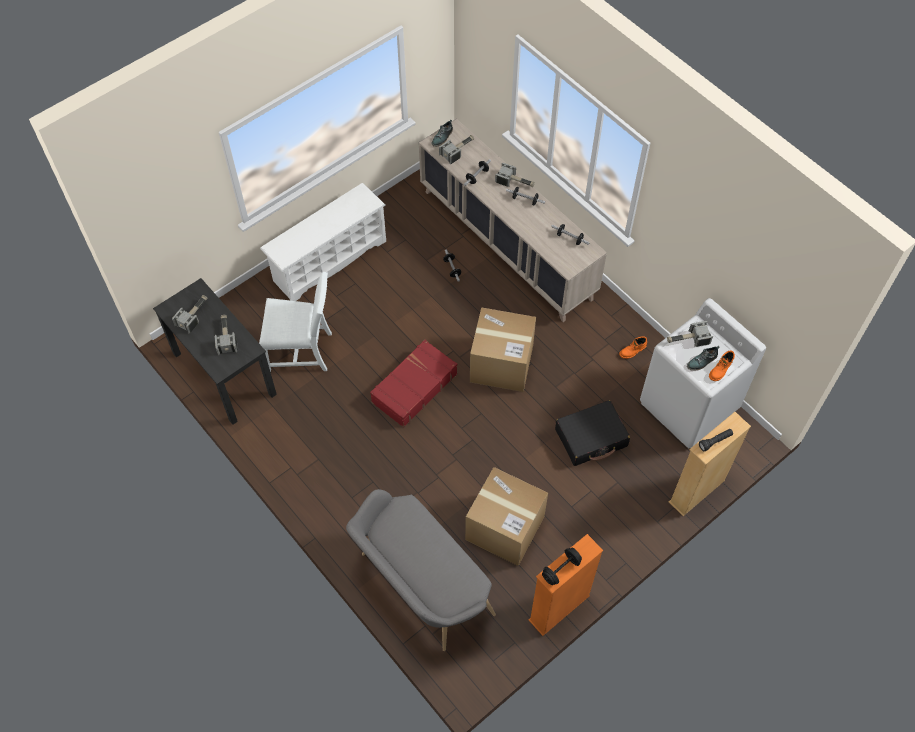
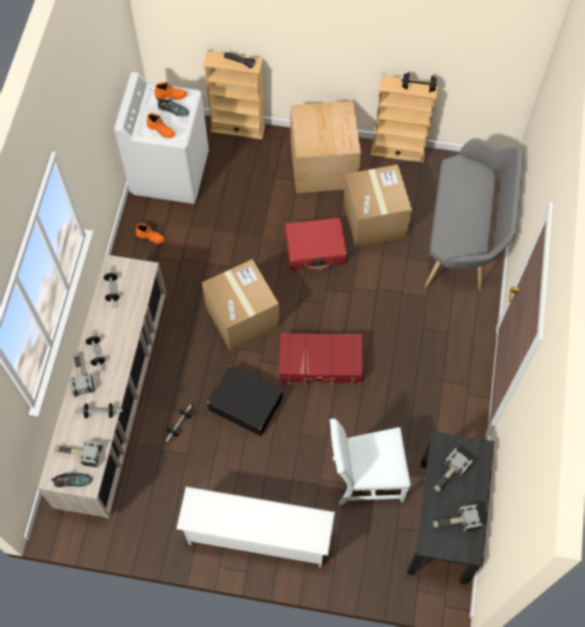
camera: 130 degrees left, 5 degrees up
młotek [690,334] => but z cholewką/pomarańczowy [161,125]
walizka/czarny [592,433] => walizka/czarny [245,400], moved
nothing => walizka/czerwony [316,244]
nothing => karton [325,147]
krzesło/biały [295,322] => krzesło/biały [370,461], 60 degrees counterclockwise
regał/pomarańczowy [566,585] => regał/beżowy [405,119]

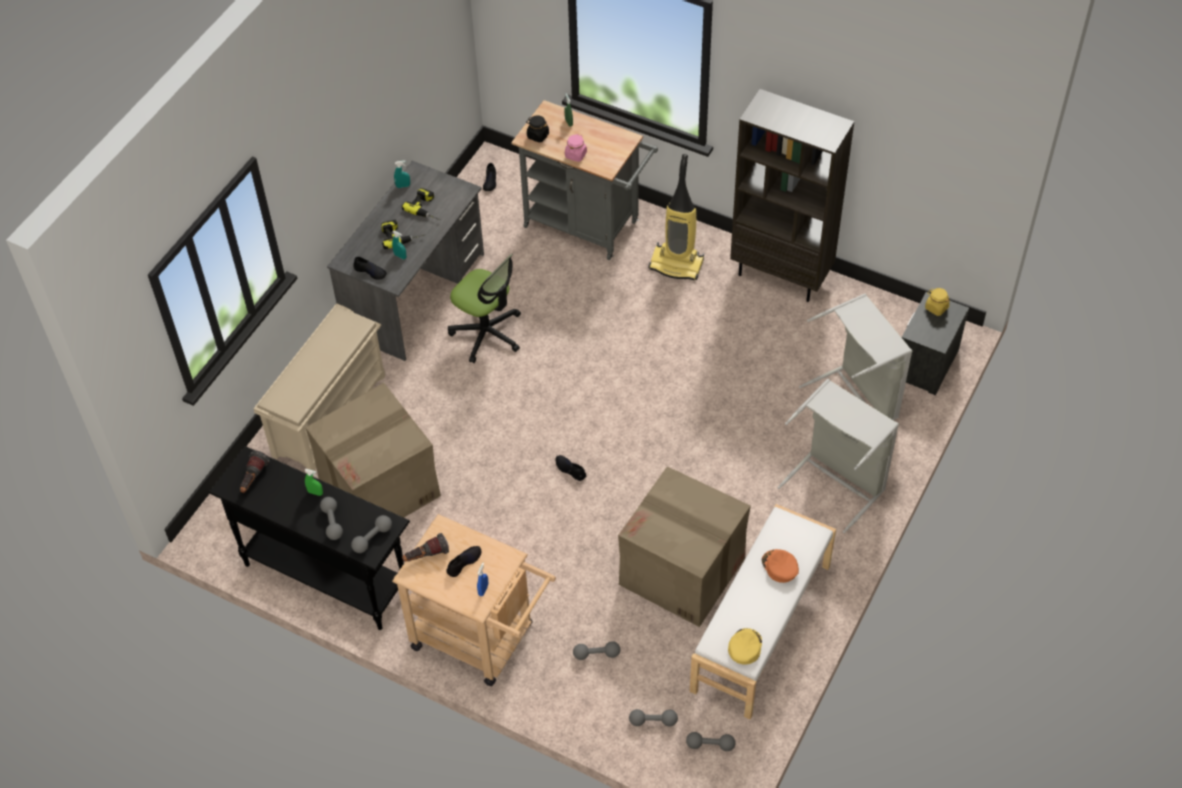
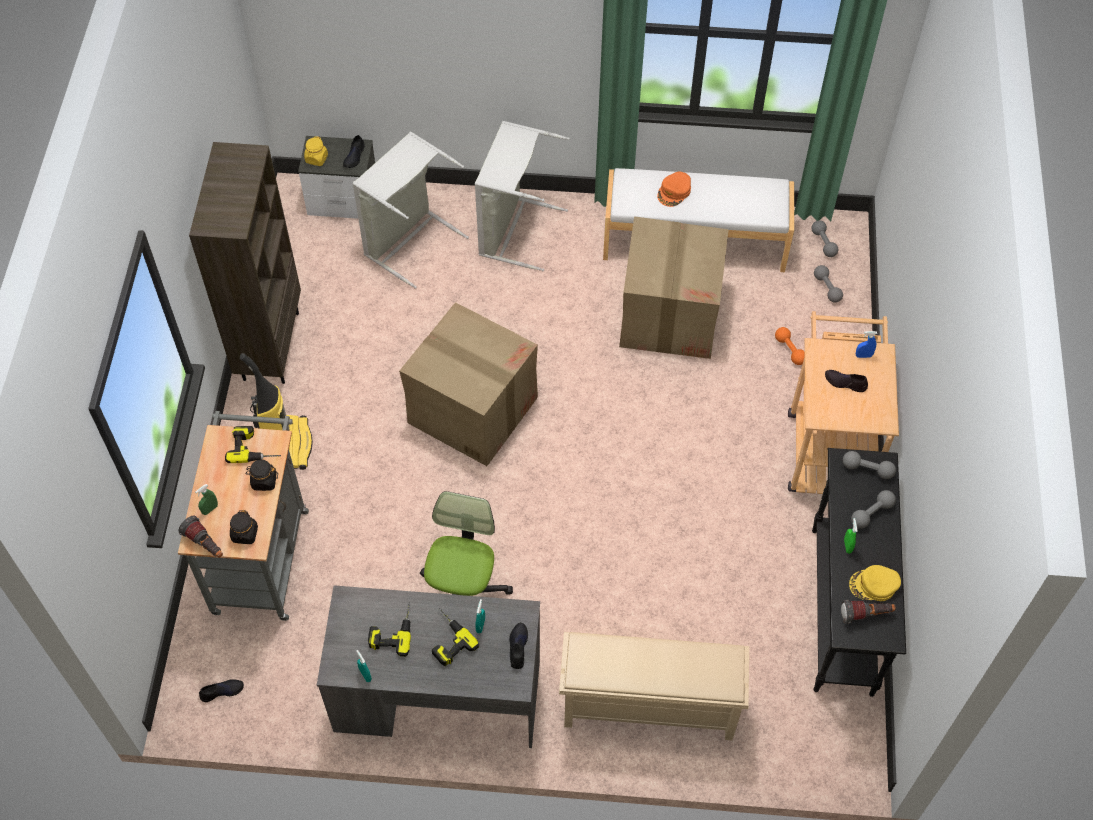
camera: 115 degrees left, 5 degrees up
latarka [425,547] => latarka [200,537], moved
nothing => wiertarka [253,444]
słoik/różowy [576,148] => słoik/czarny [261,475]
but/czarny [571,468] => but/czarny [353,151], moved
karton [373,450] => karton [468,384], moved
hantel/szary [596,650] => hantel/pomarańczowy [789,346]
czapka z daszkiem/żółty [745,646] => czapka z daszkiem/żółty [875,583], moved

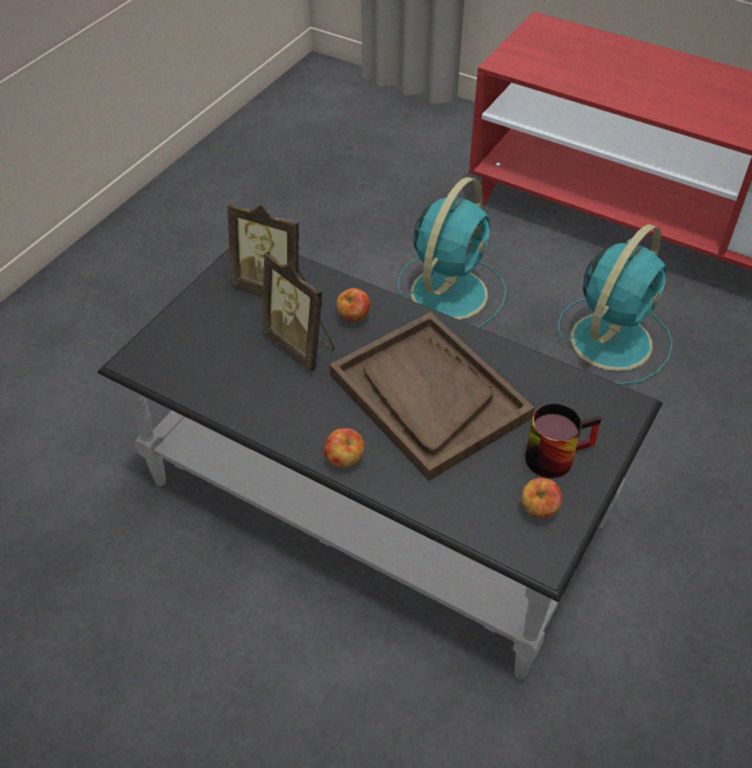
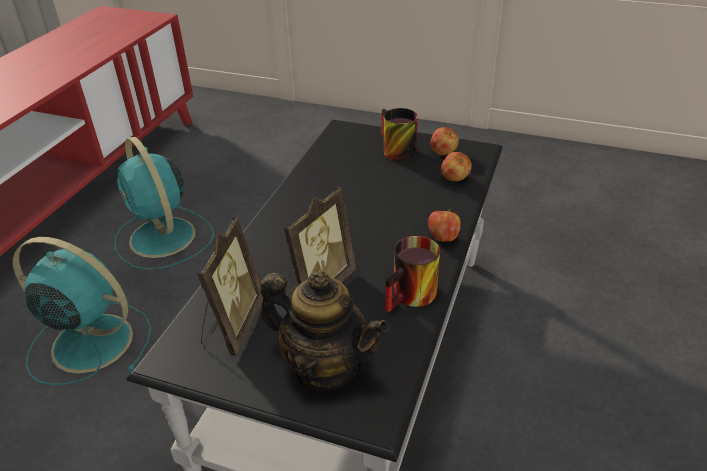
camera: 100 degrees left, 10 degrees down
wentylator/turkusowy [615,304] => wentylator/turkusowy [164,203], 150 degrees counterclockwise
nothing => imbryk [325,330]
nothing => kubek [412,274]
jabłko [353,305] => jabłko [456,166], moved
taca/brązowy [432,396] => nothing

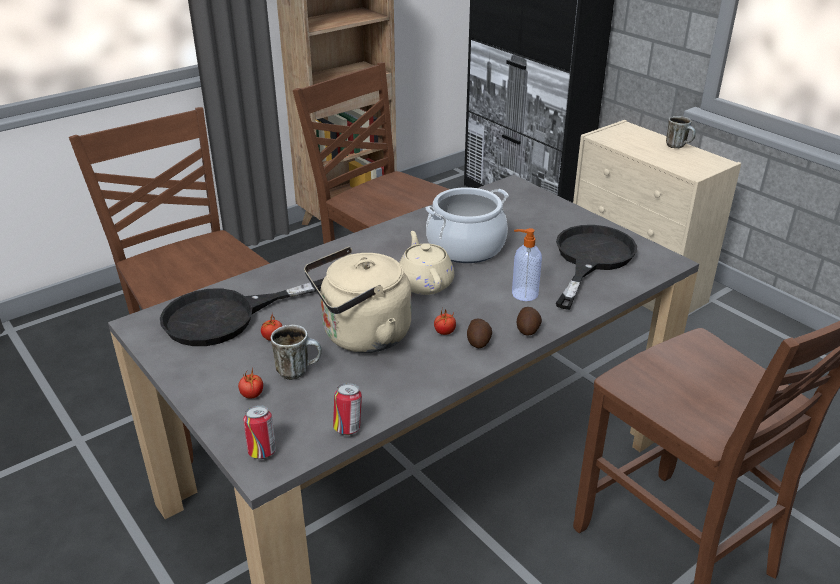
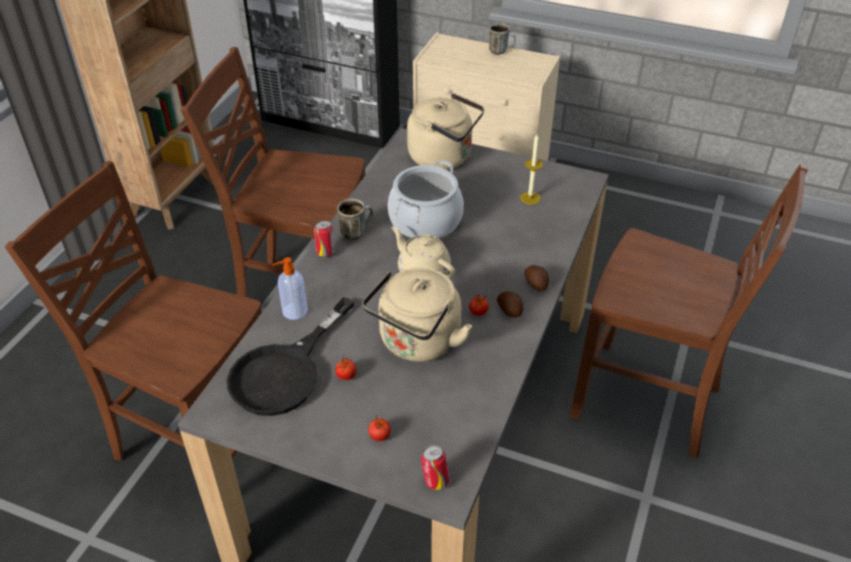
camera: 30 degrees left, 10 degrees up
dozownik mydła [527,264] => dozownik mydła [290,288], moved
puszka [347,409] => puszka [324,239], moved
kubek [296,352] => kubek [355,219], moved
nothing => czajnik/beżowy [445,131]
patelnia/czarny [596,267] => świeca [531,169]

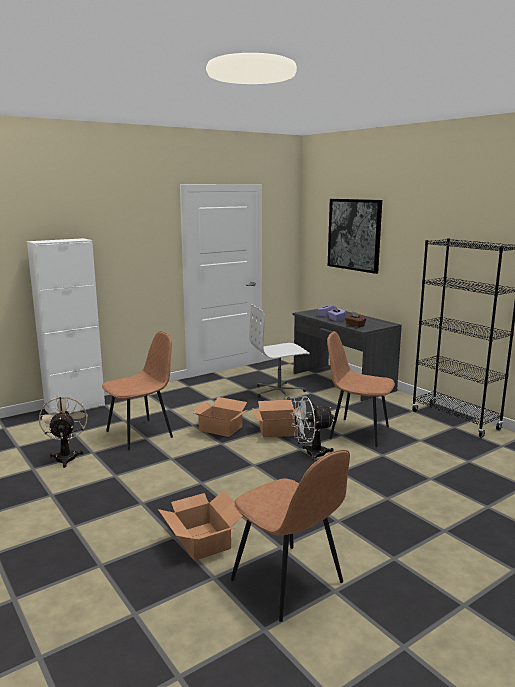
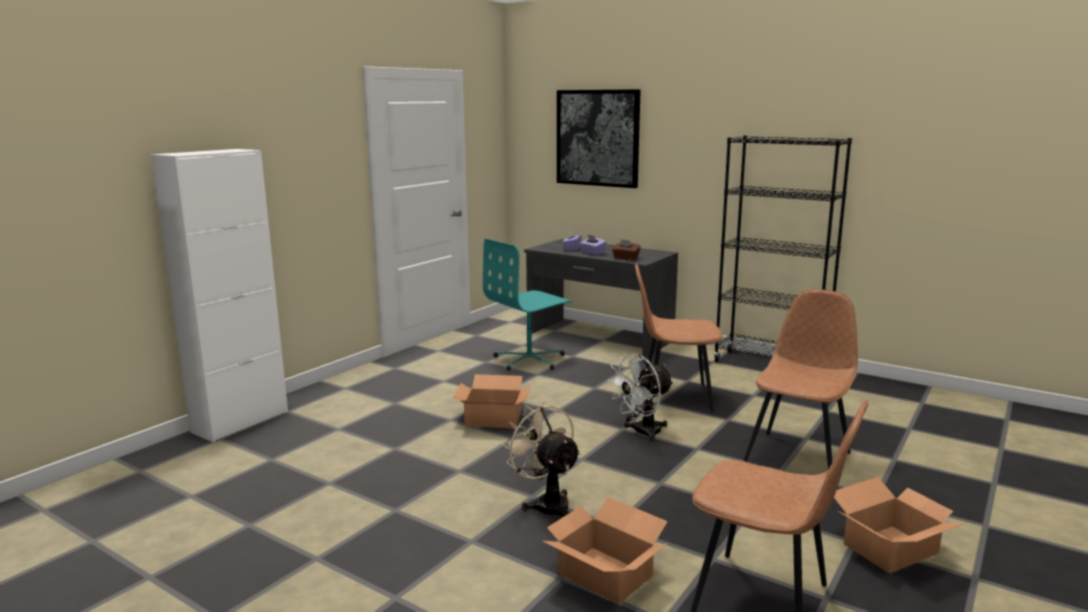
camera: 20 degrees left, 0 degrees up
krzesło biurowe/biały [279,352] => krzesło biurowe/turkusowy [527,305]
wentylator/beżowy [63,431] => wentylator/beżowy [541,459], moved
krzesło/brązowy [137,390] => krzesło/brązowy [801,379], moved
karton [278,419] => karton [900,525], moved

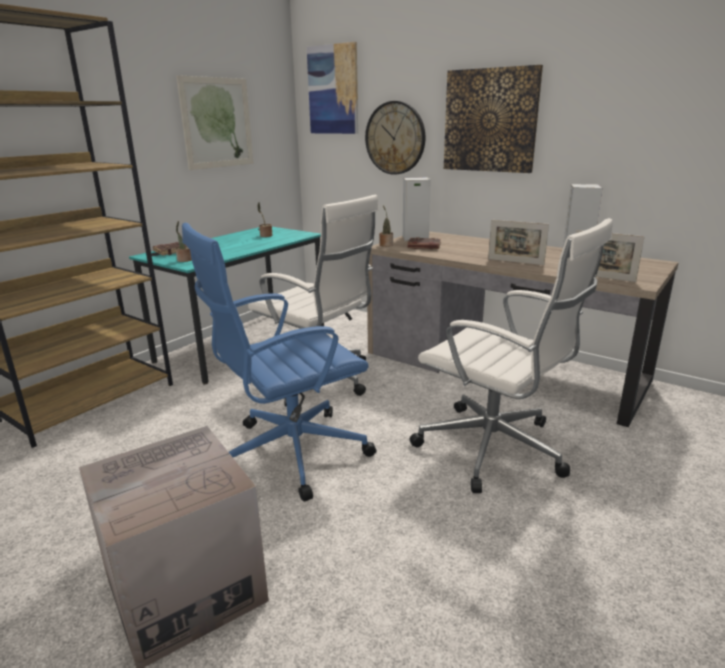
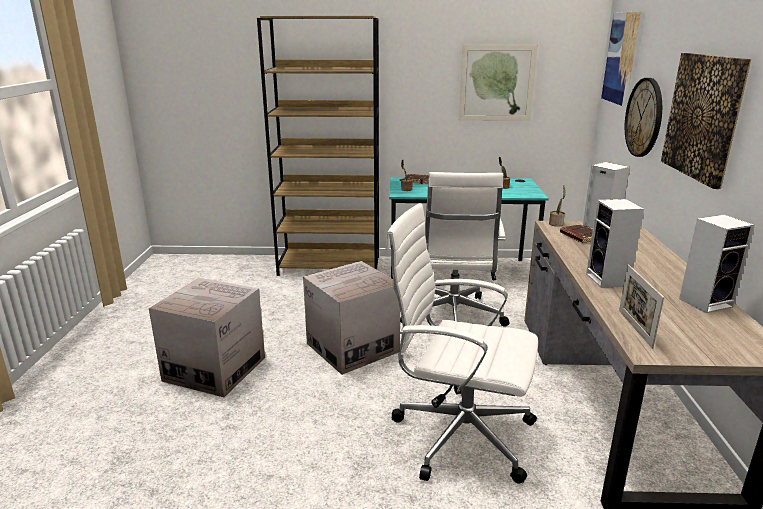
camera: 55 degrees right, 0 degrees up
krzesło biurowe/niebieski [279,362] => karton [351,318]
krzesło biurowe/biały [511,355] => krzesło biurowe/biały [461,343], 105 degrees clockwise
ramka na zdjęcie [518,242] => głośnik [615,243]

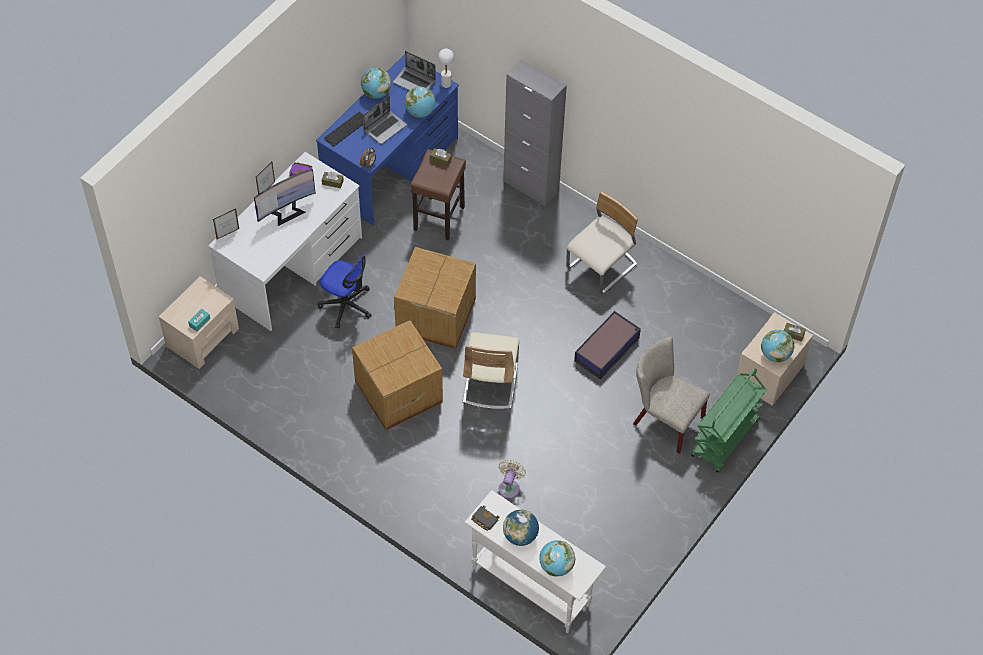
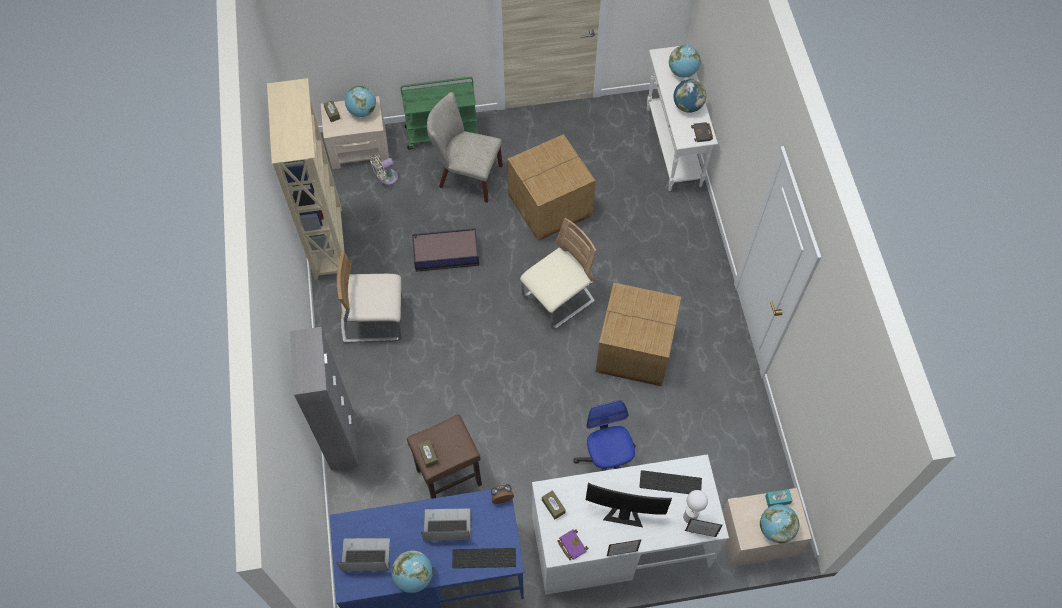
camera: 135 degrees left, 5 degrees up
nothing => regał/beżowy [306,179]
laptop [414,70] => laptop [363,554], 75 degrees counterclockwise
wentylator/beżowy [512,479] => wentylator/beżowy [384,170], moved
krzesło/beżowy [671,395] => krzesło/beżowy [465,147], 120 degrees clockwise
karton [435,298] => karton [551,187], moved
nothing => klawiatura [670,482]
lampa stołowa/biały [446,68] => lampa stołowa/biały [695,506], moved
globus [420,102] => globus [780,524], moved

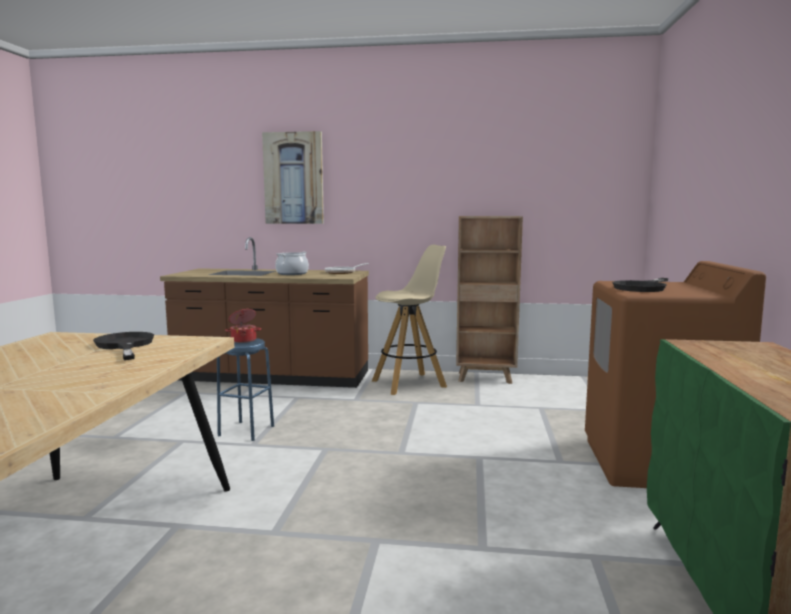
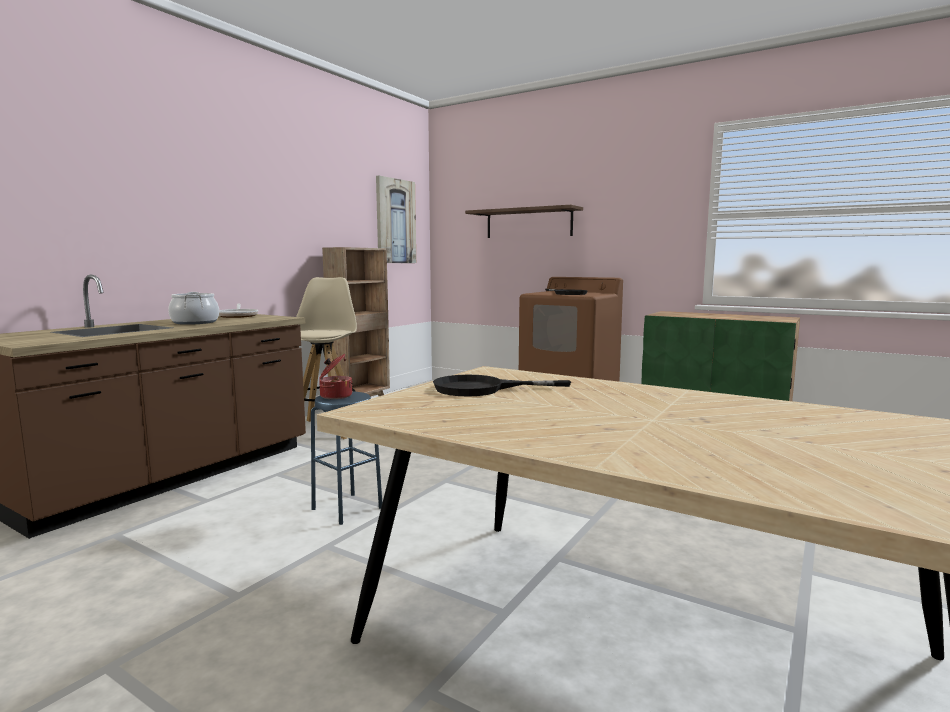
camera: 65 degrees left, 0 degrees up
obraz [293,177] => obraz [396,219], moved
nothing => półka/brązowy [524,221]

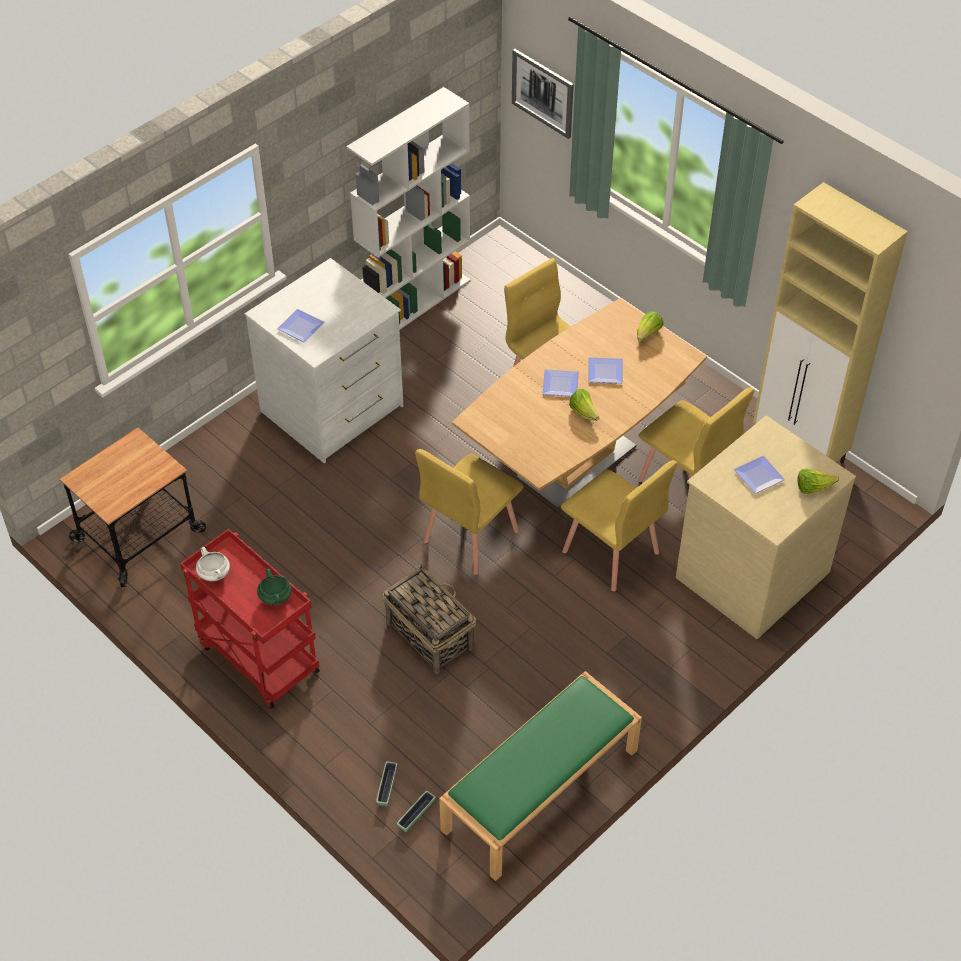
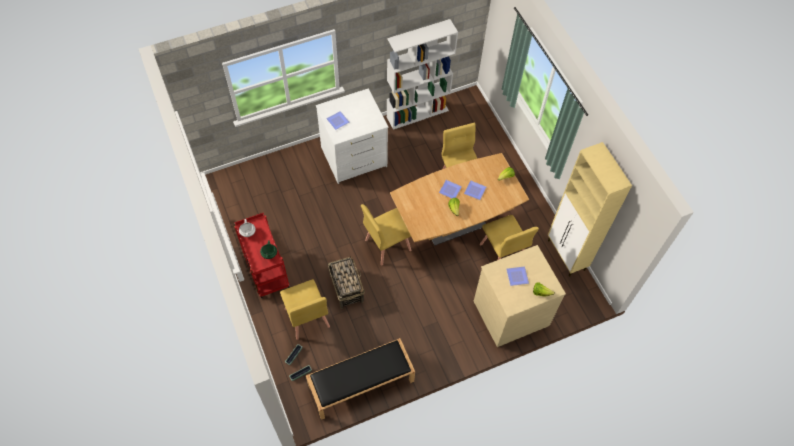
camera: 20 degrees right, 10 degrees up
krzesło/żółty [619,525] => krzesło/żółty [305,309], moved
ławka/zielony [540,776] => ławka/czarny [360,379]
wózek [132,507] => nothing
obraz [543,94] => nothing

